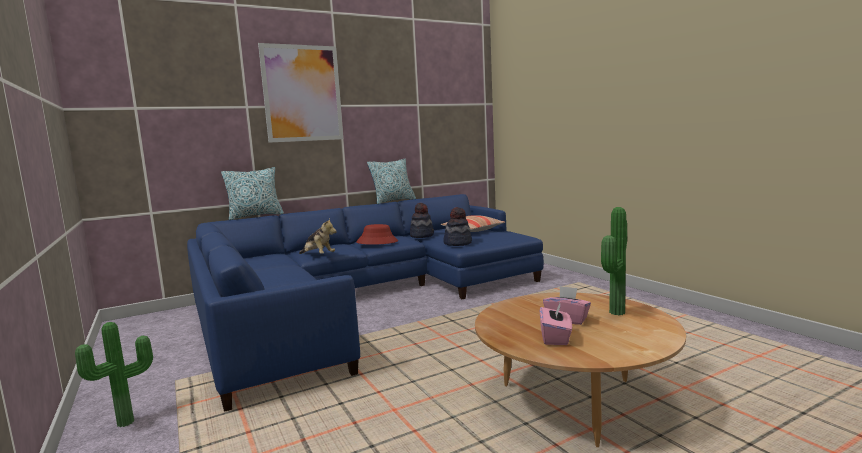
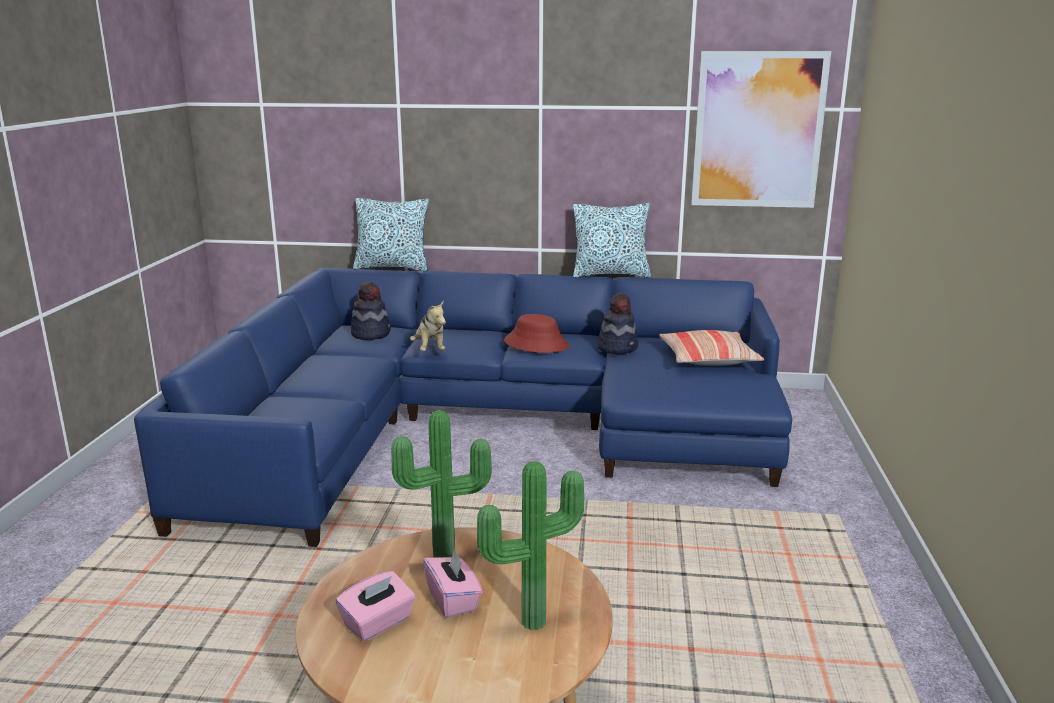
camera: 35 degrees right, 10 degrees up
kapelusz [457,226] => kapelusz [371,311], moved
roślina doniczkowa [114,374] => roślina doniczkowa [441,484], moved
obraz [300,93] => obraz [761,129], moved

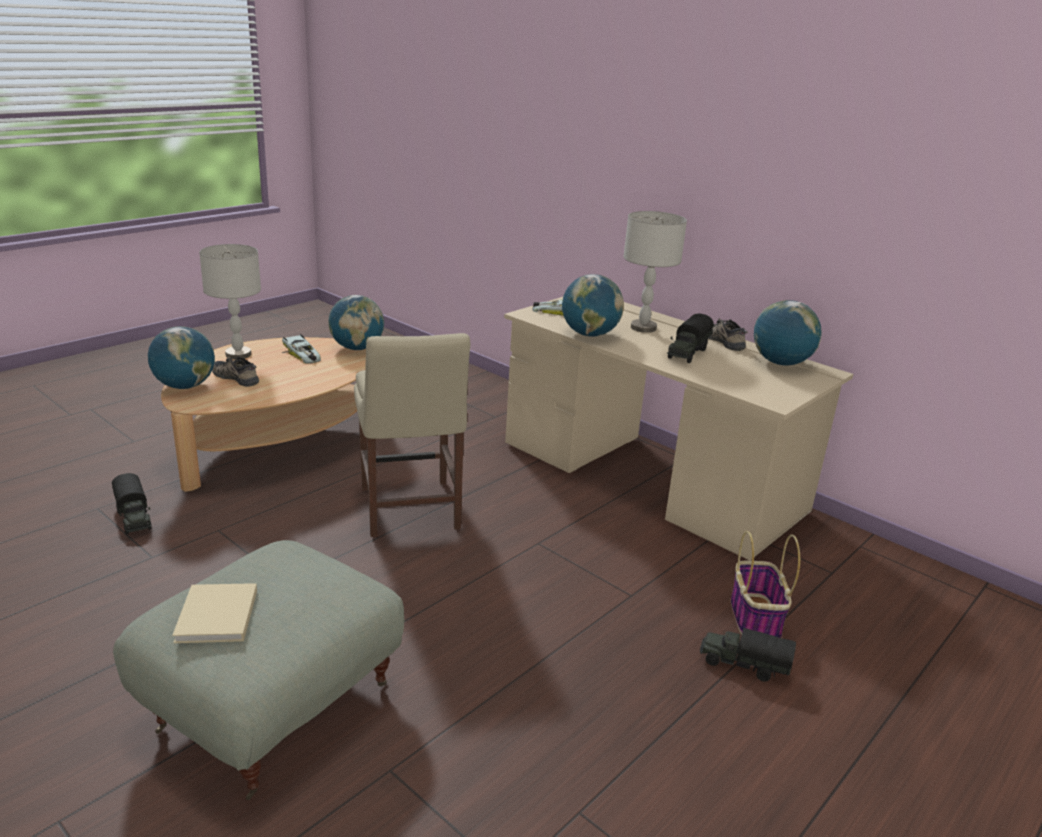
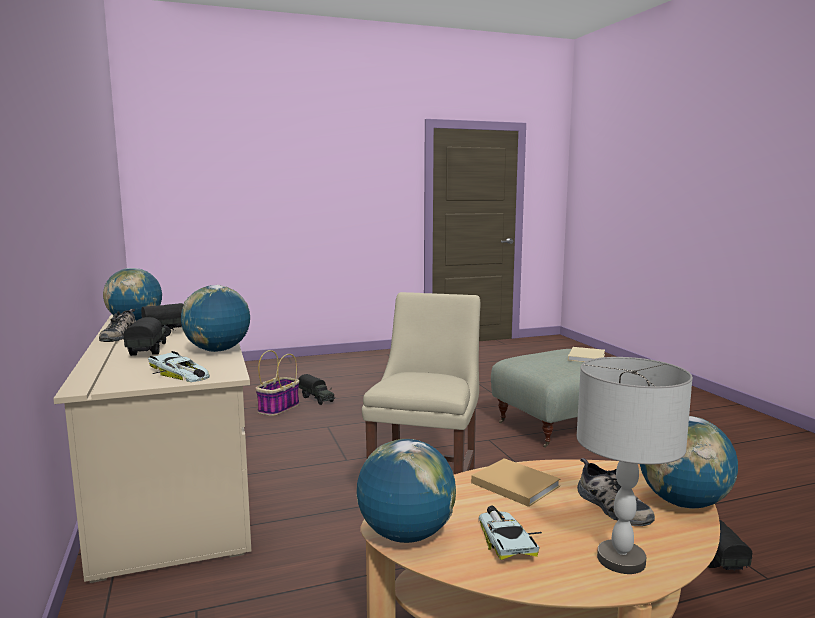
camera: 150 degrees left, 15 degrees down
lampa stołowa/szary [655,272] => ciężarówka zabawkowa [144,336]
nothing => książka/beżowy [515,482]

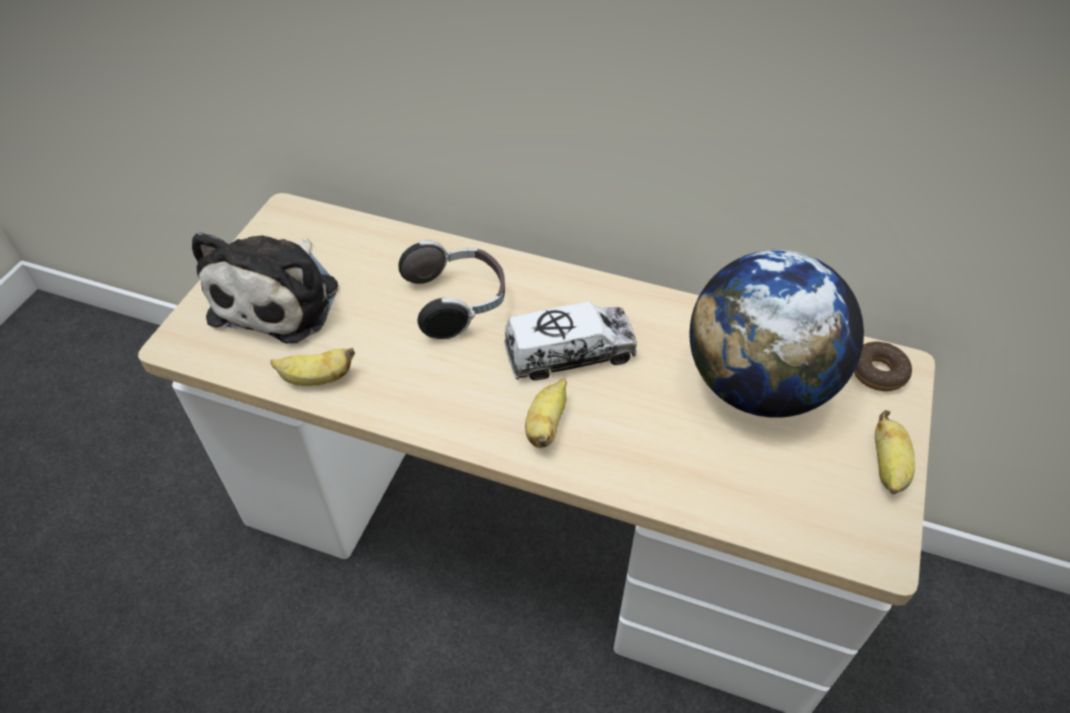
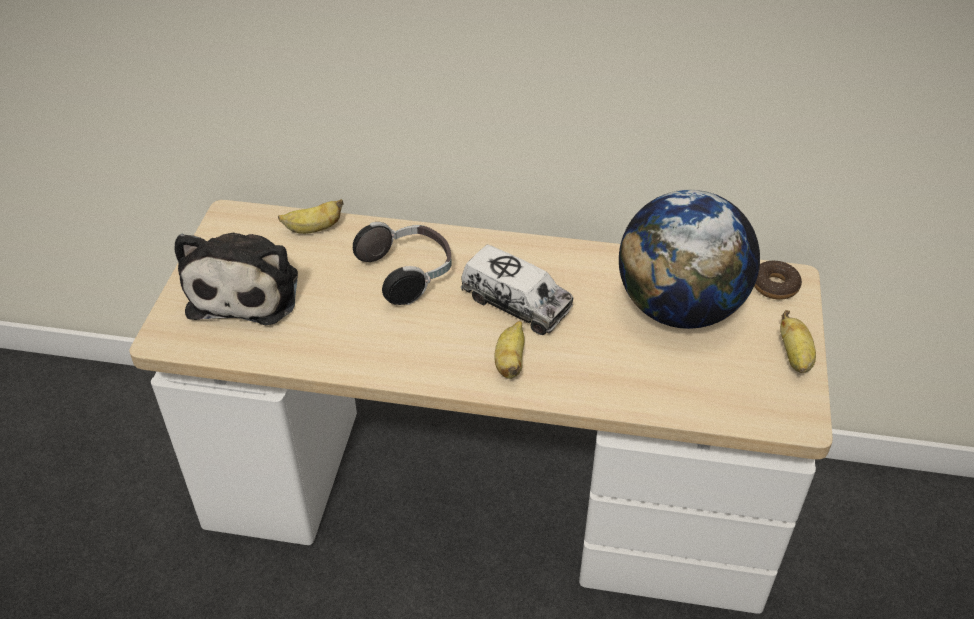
camera: 10 degrees left, 5 degrees down
banan [312,367] => banan [311,216], moved
ciężarówka zabawkowa [570,341] => ciężarówka zabawkowa [517,289], 60 degrees clockwise

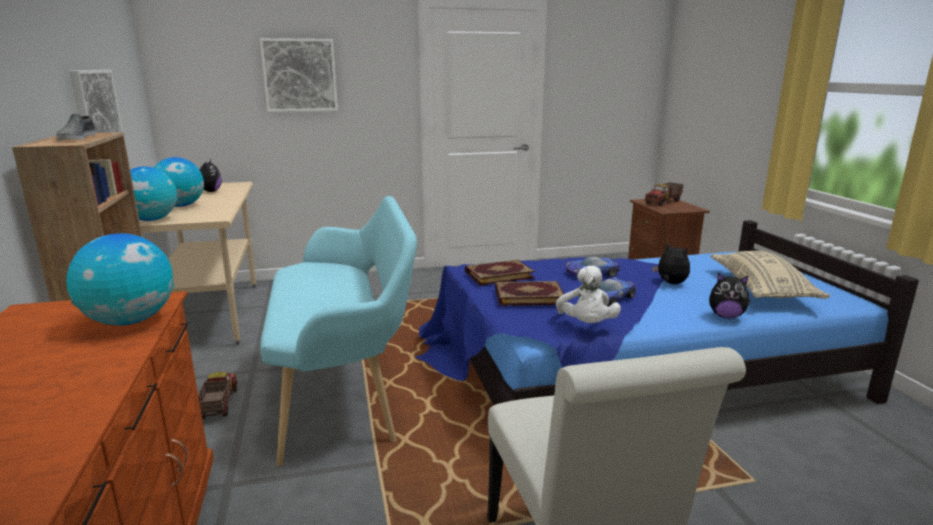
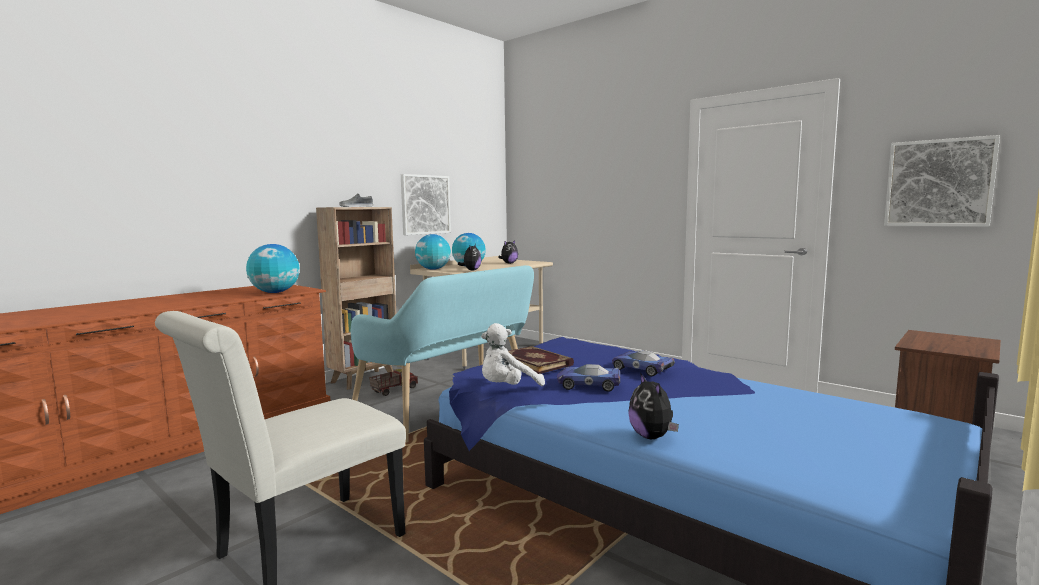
camera: 55 degrees right, 10 degrees down
pluszak [671,263] => pluszak [470,257], moved
obraz [299,75] => obraz [942,181], moved
książka [500,272] => nothing
ciężarówka zabawkowa [664,194] => nothing
poduszka/beżowy [770,275] => nothing

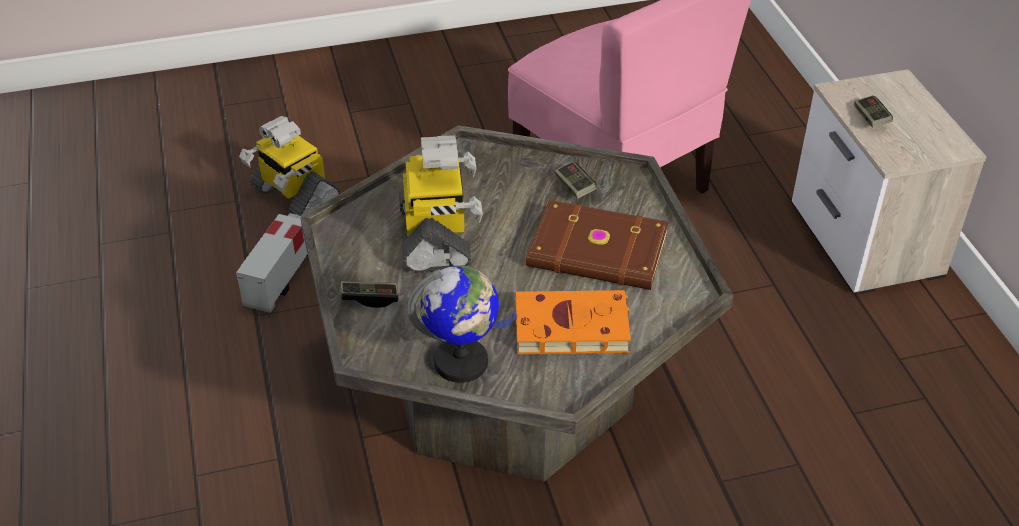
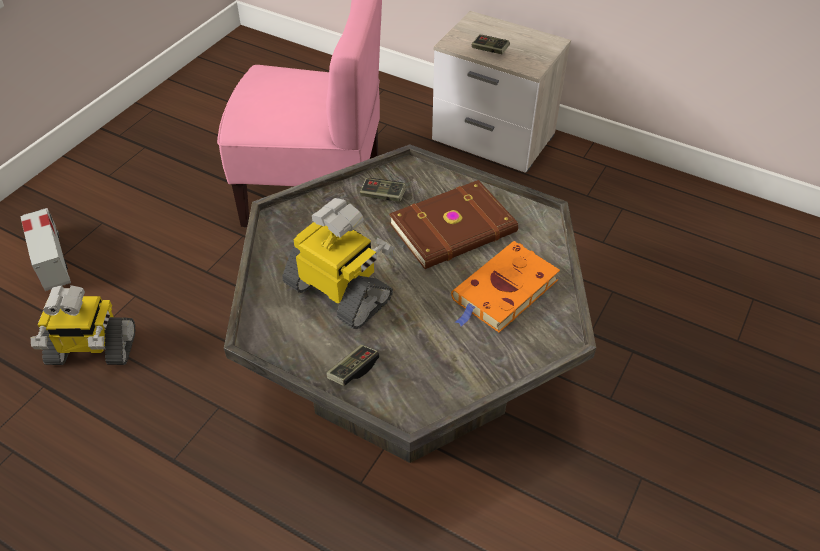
camera: 45 degrees left, 5 degrees up
ciężarówka zabawkowa [272,263] => ciężarówka zabawkowa [45,249], moved
globus [453,324] => nothing

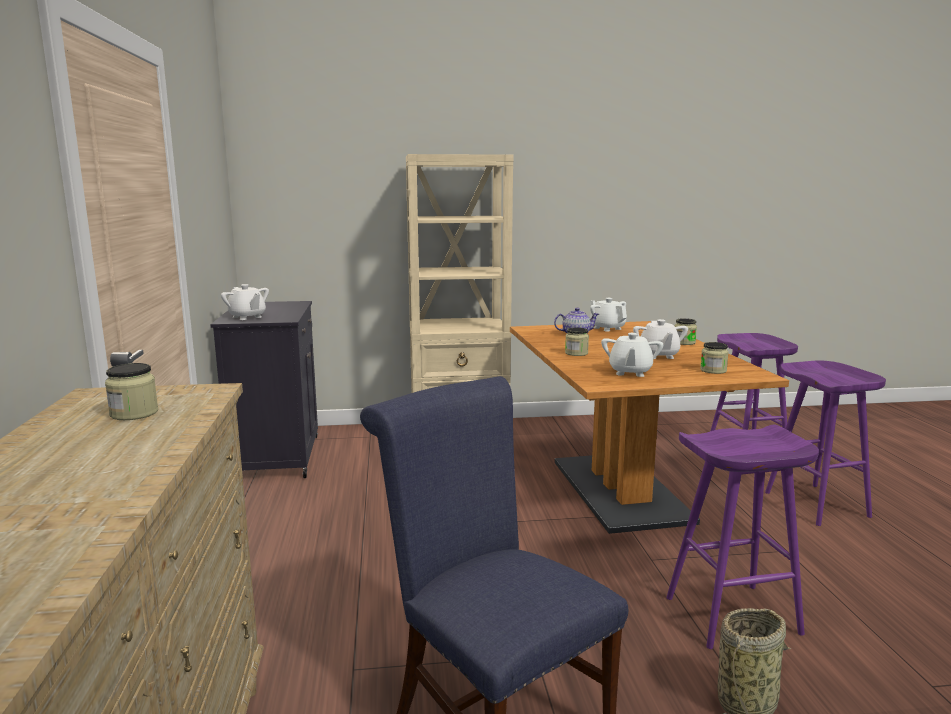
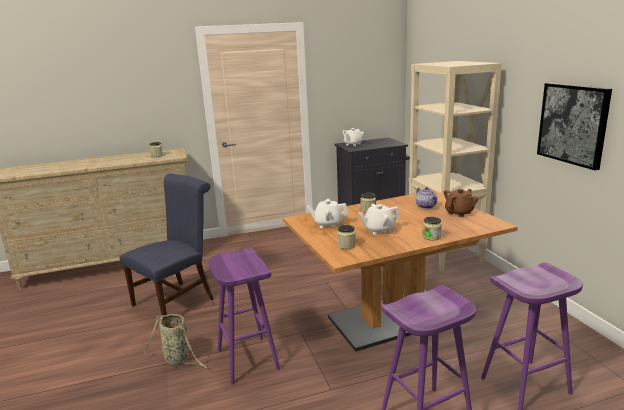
camera: 80 degrees right, 5 degrees up
imbryk/biały [608,314] => imbryk/brązowy [461,203]
nothing => obraz [574,126]

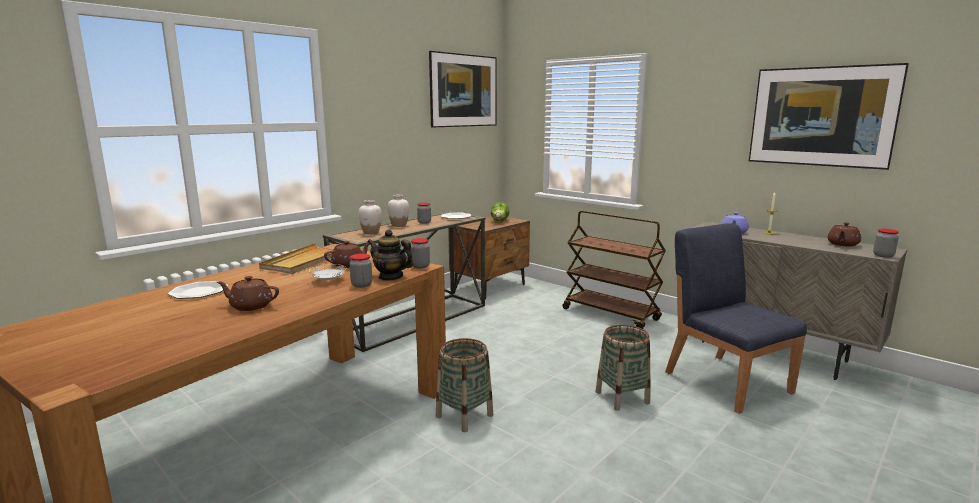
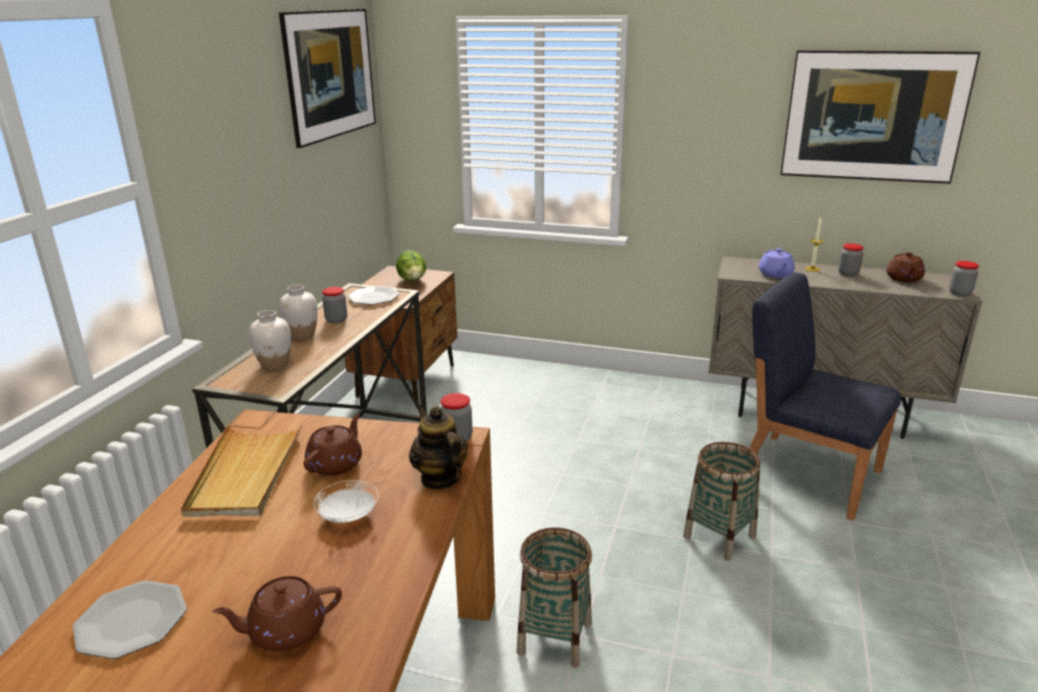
camera: 25 degrees left, 10 degrees up
imbryk [391,255] => imbryk [438,447], 60 degrees clockwise
słoik [361,271] => słoik [851,259], moved
wózek/brązowy [614,270] => nothing

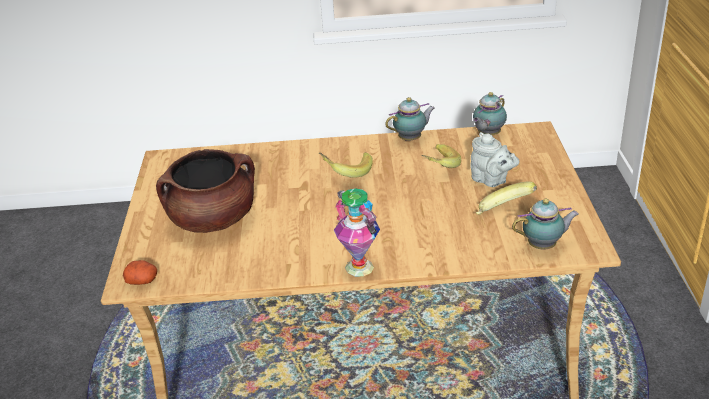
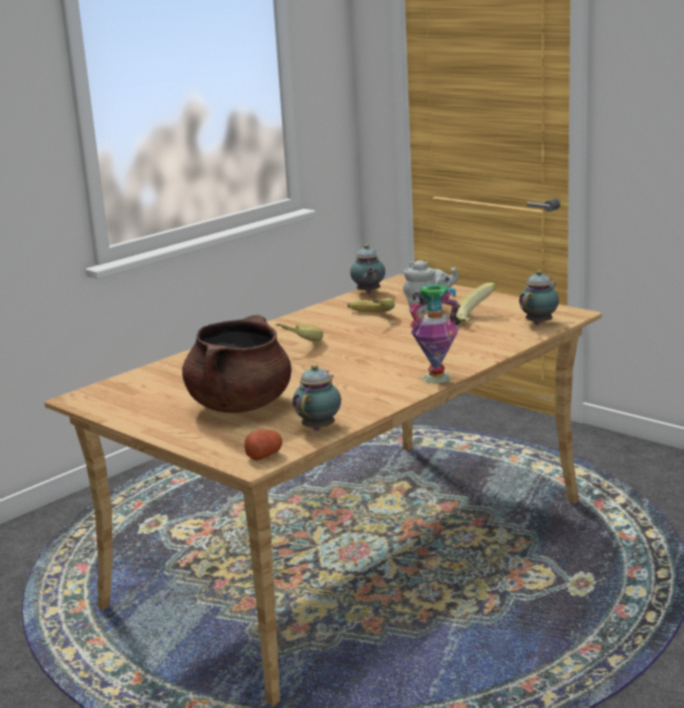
camera: 45 degrees left, 15 degrees down
imbryk [410,119] => imbryk [317,397], moved

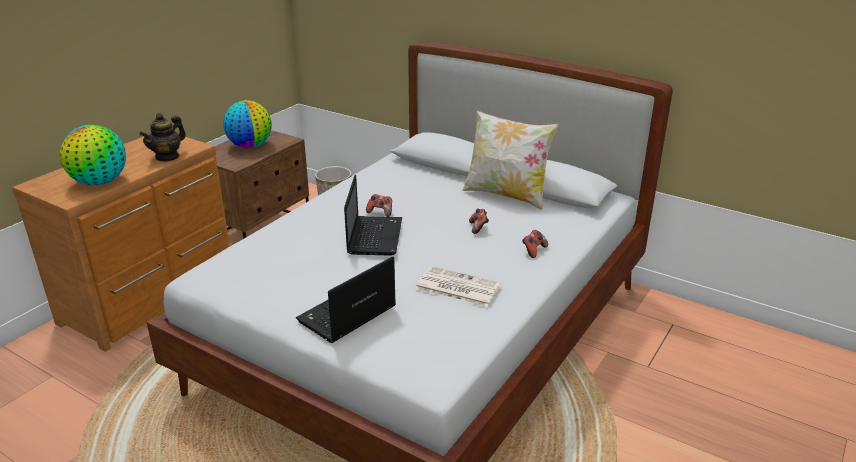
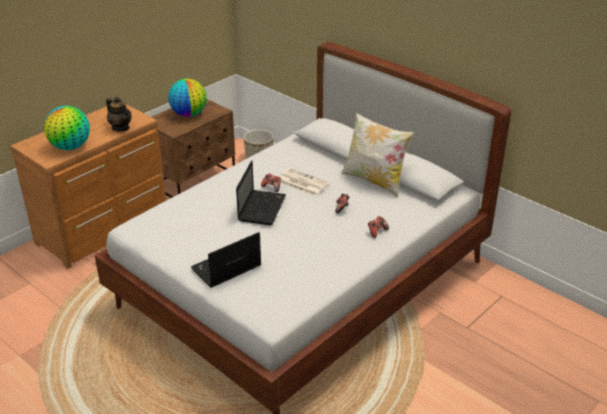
camera: 10 degrees right, 5 degrees up
imbryk [162,137] => imbryk [119,114], 90 degrees counterclockwise
gazeta [458,286] => gazeta [304,182], moved

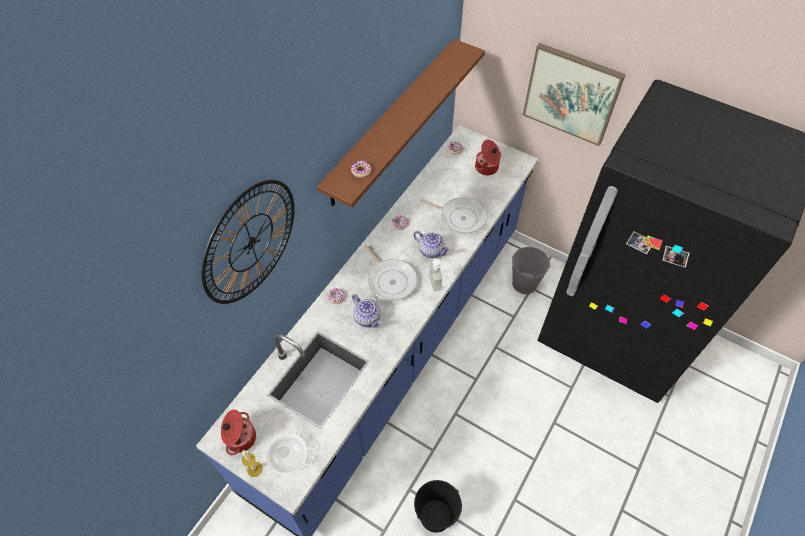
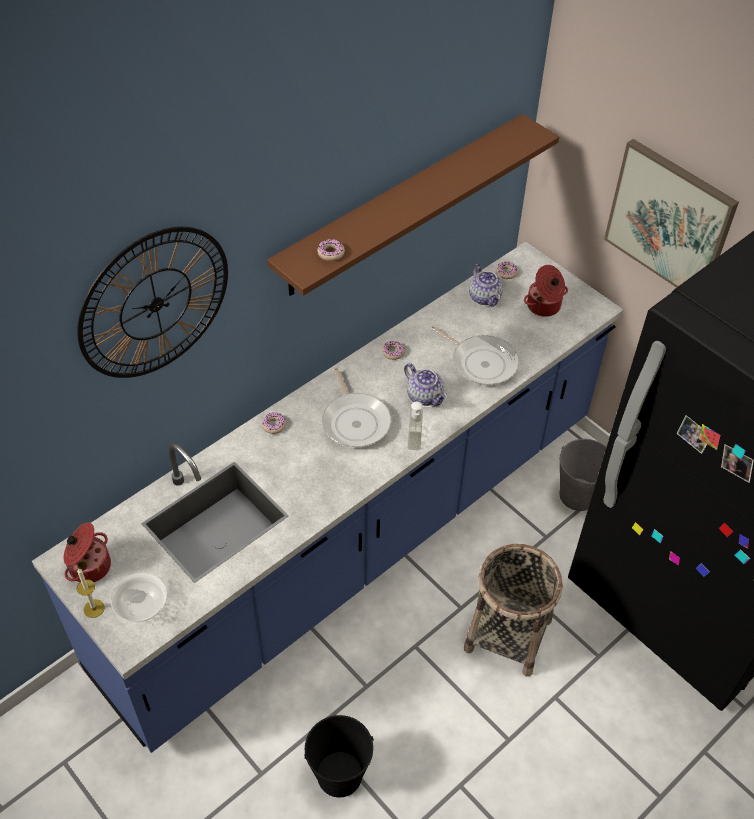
camera: 15 degrees right, 5 degrees down
nothing => koszyk [513,610]
imbryk [366,311] => imbryk [486,285], moved

